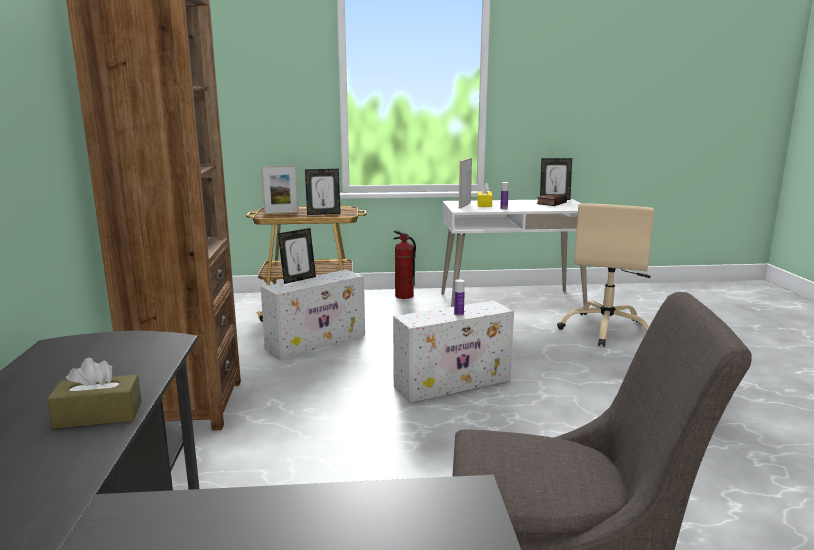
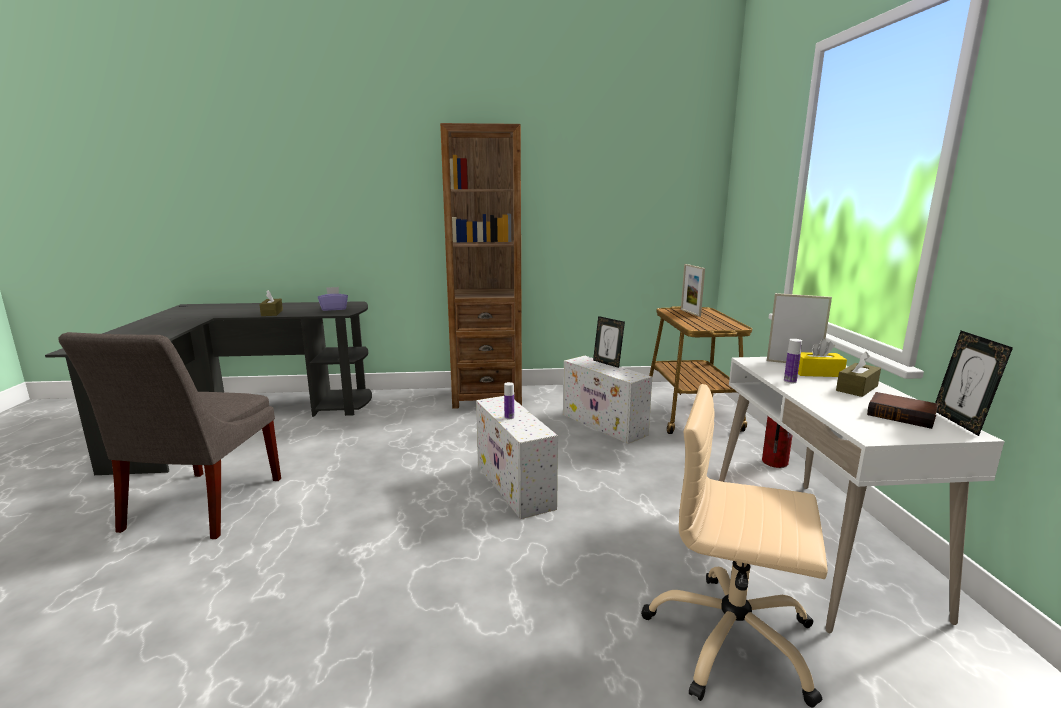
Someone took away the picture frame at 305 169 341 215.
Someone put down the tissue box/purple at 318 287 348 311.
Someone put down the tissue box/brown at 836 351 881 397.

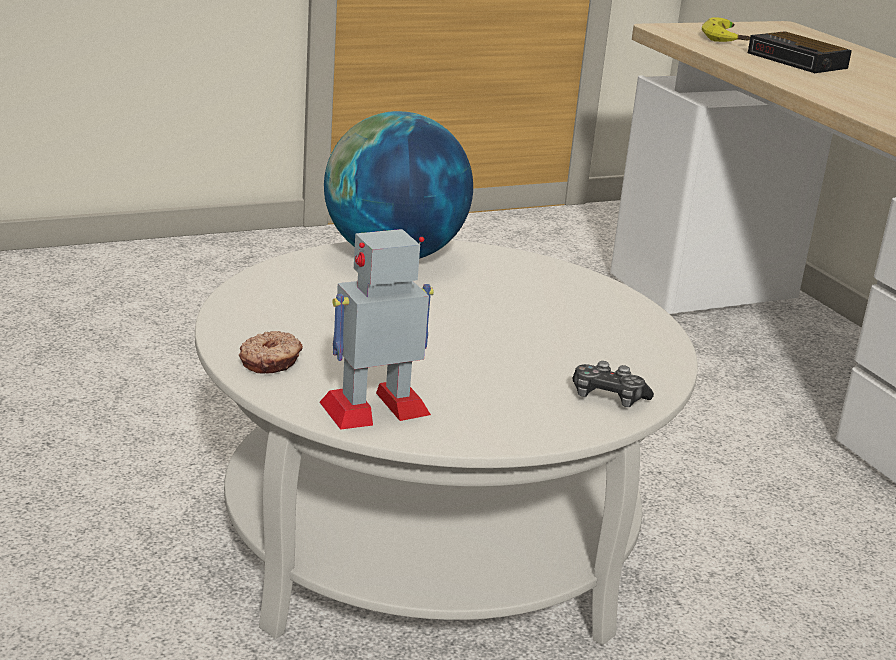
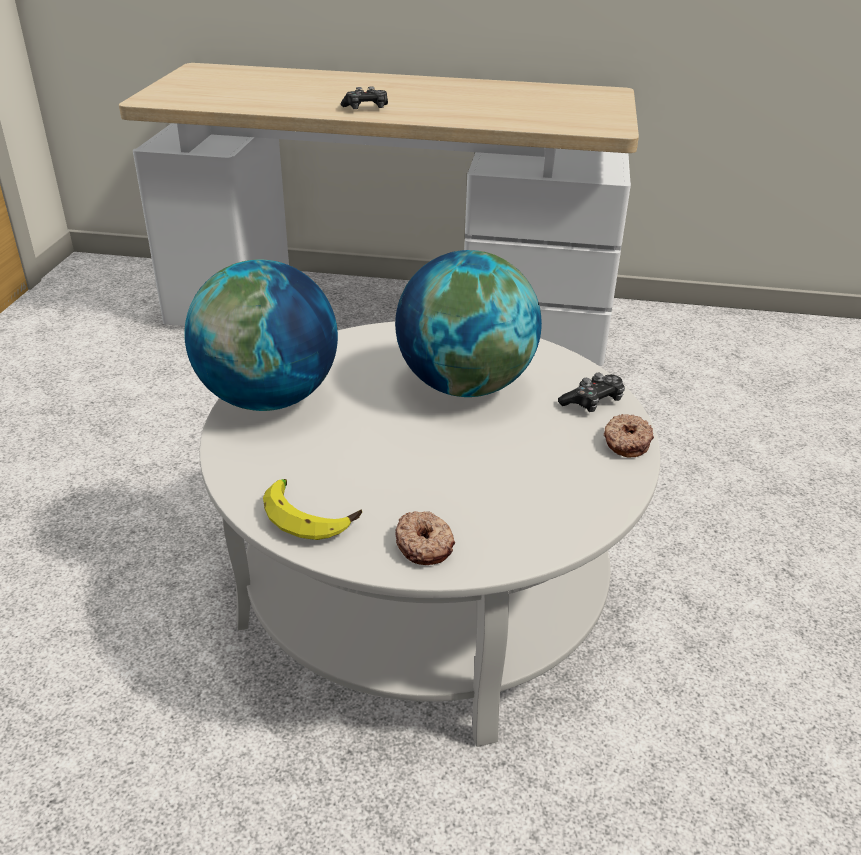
Someone took away the toy robot at 319 229 434 430.
Someone took away the alarm clock at 748 32 852 73.
Someone put down the game controller at 341 87 388 109.
Someone put down the globe at 395 250 542 397.
Someone put down the donut at 604 414 654 458.
Someone carried the banana from 702 17 750 42 to 263 479 362 540.

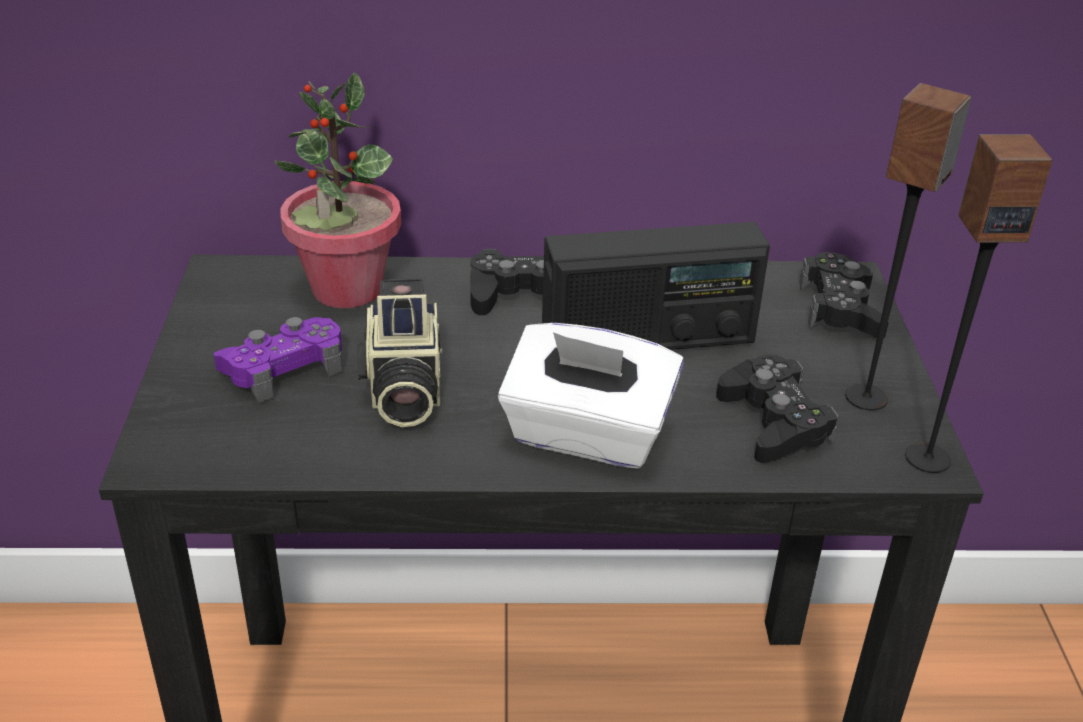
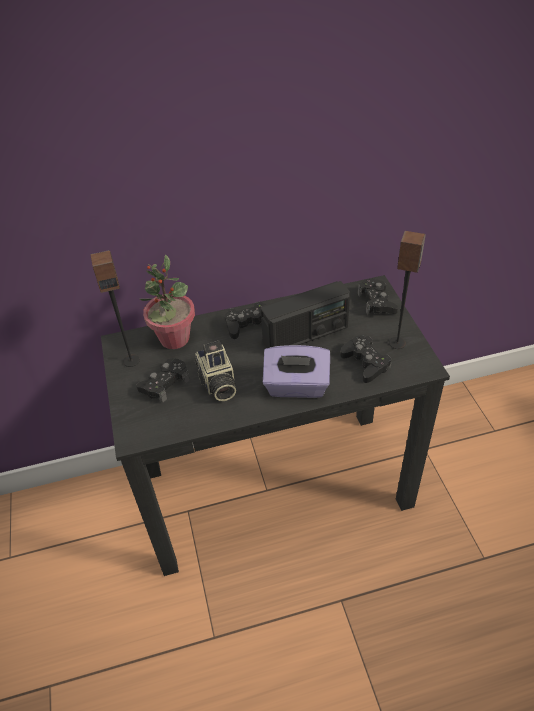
Someone carried the speaker from 905 134 1052 473 to 90 250 140 367.
Someone repainted the game controller/purple at 214 317 342 403, which became the game controller/black at 136 358 190 403.
Someone repainted the tissue box/white at 498 323 684 469, which became the tissue box/purple at 263 345 330 398.

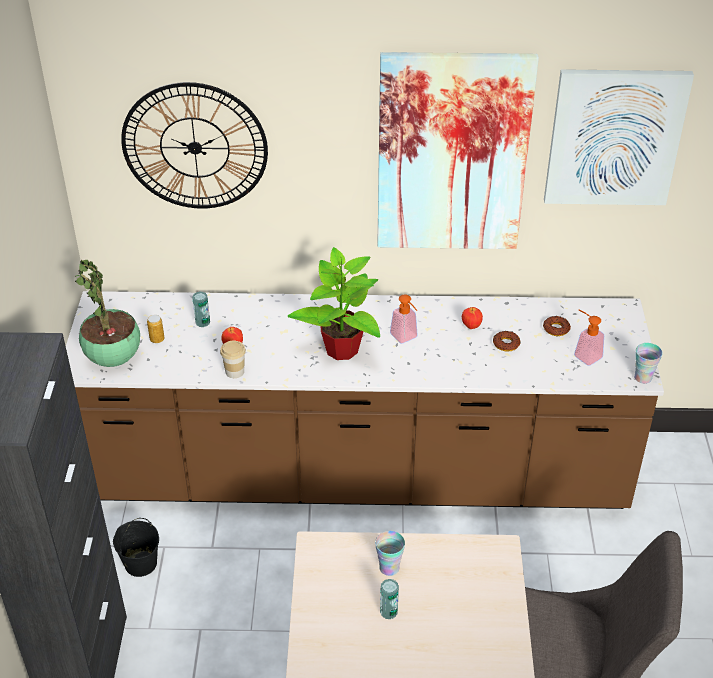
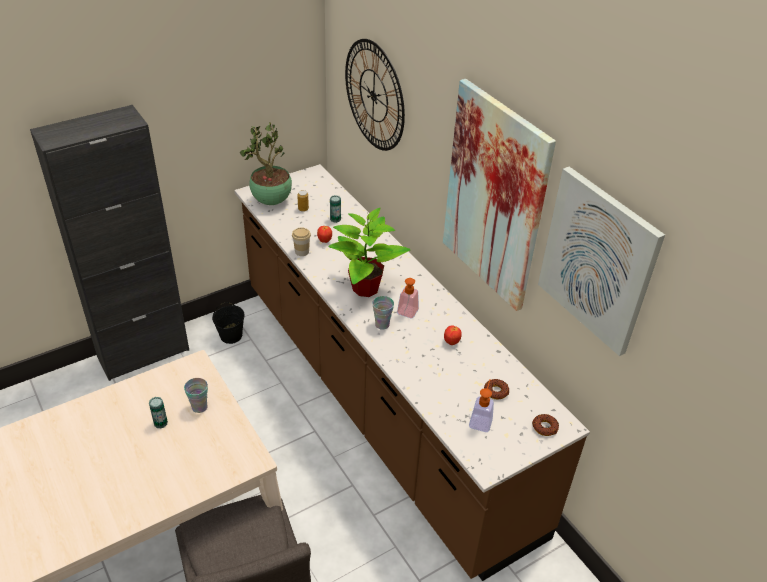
Someone carried the donut from 493 331 521 352 to 532 414 559 436.
Someone carried the cup from 634 343 663 384 to 373 296 394 330.

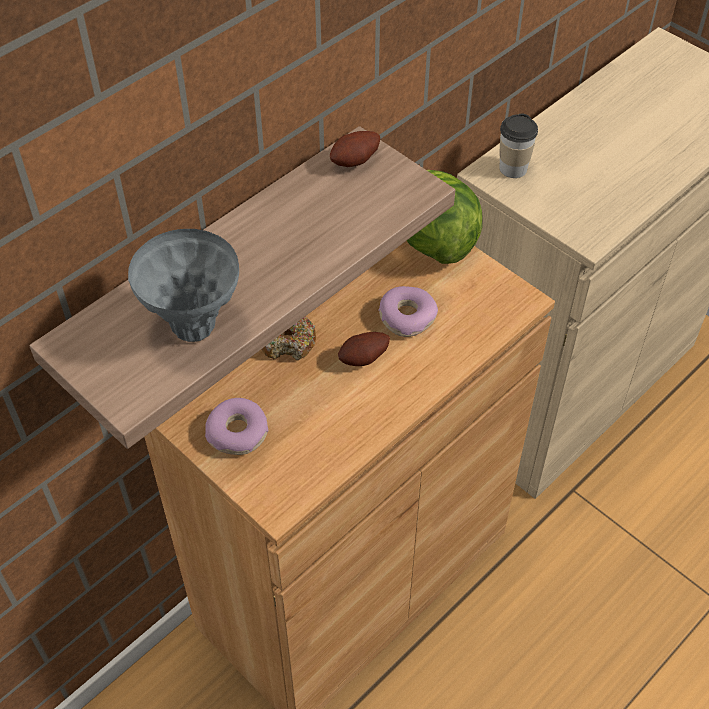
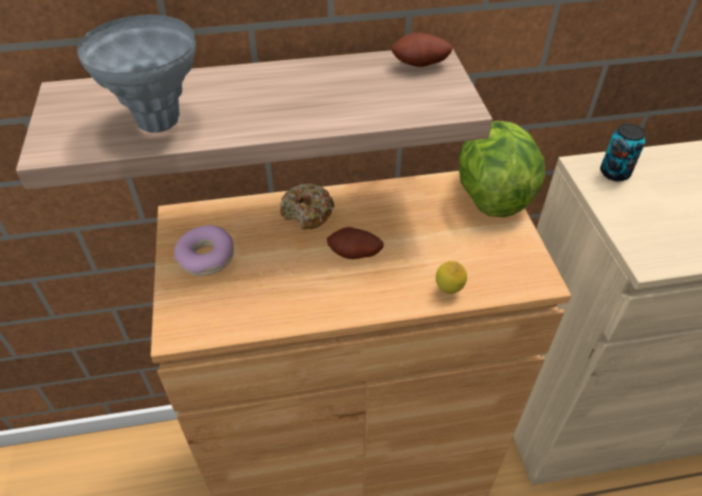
Someone took away the donut at 379 286 438 337.
Someone put down the lemon at 436 261 467 294.
Someone swapped the cup at 499 113 538 178 for the can at 600 124 646 181.

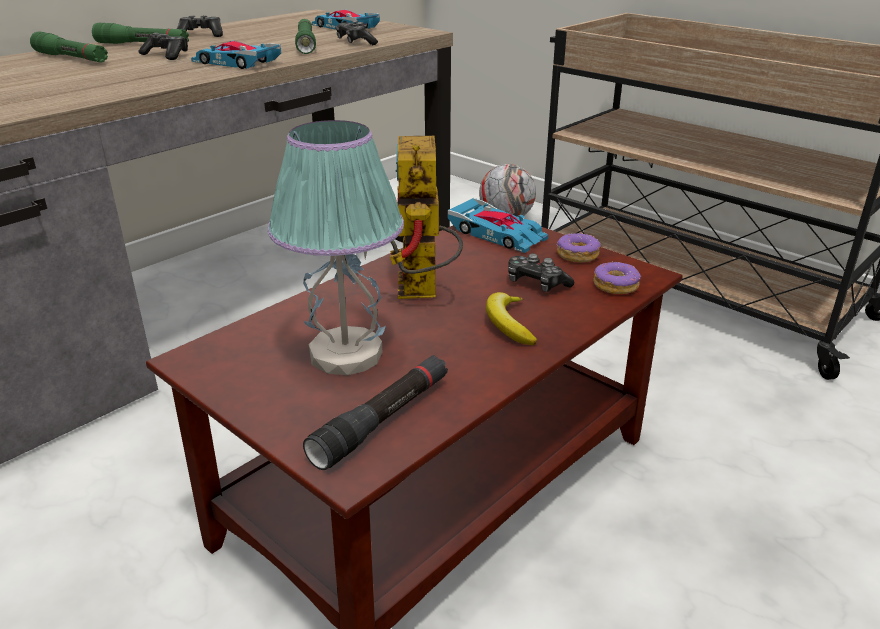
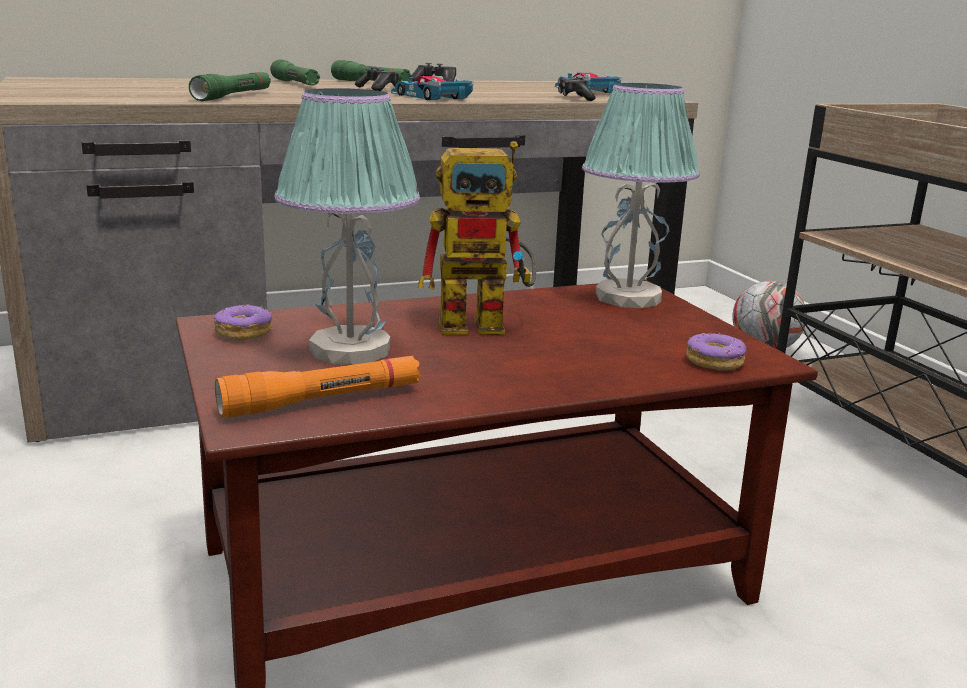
Someone took away the banana at 486 292 537 345.
Someone took away the game controller at 508 253 574 292.
Someone carried the flashlight/green from 295 19 316 54 to 189 72 271 101.
Someone carried the donut from 556 232 601 263 to 214 304 272 341.
Someone swapped the toy car at 448 198 549 253 for the table lamp at 582 83 700 308.
Someone repainted the flashlight/black at 303 355 448 470, which became the flashlight/orange at 215 356 421 418.
Someone rotated the toy robot at 390 136 463 299 by 120 degrees counterclockwise.

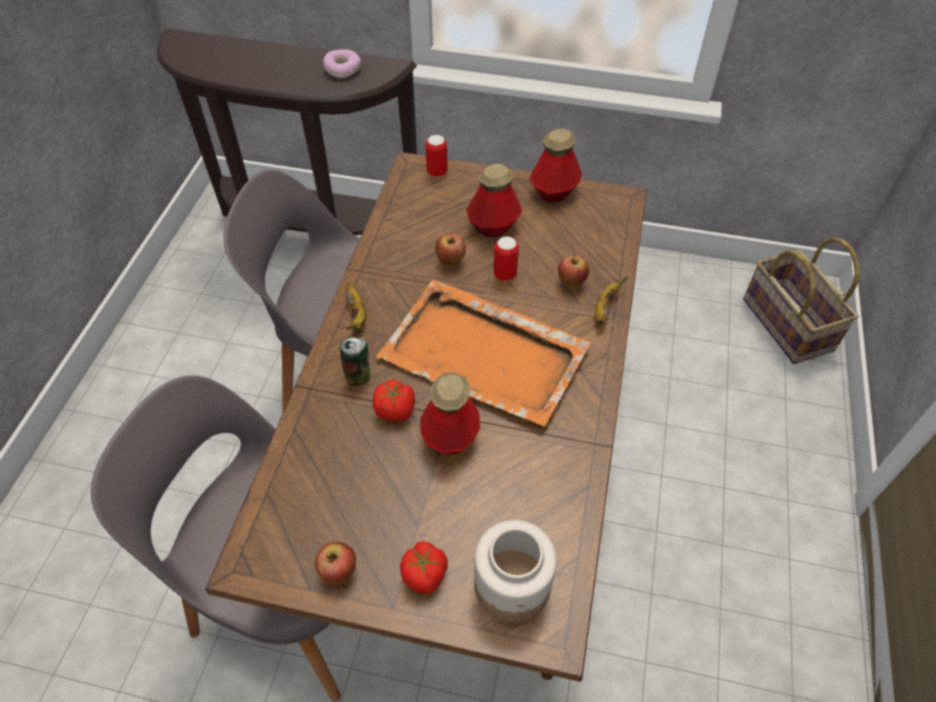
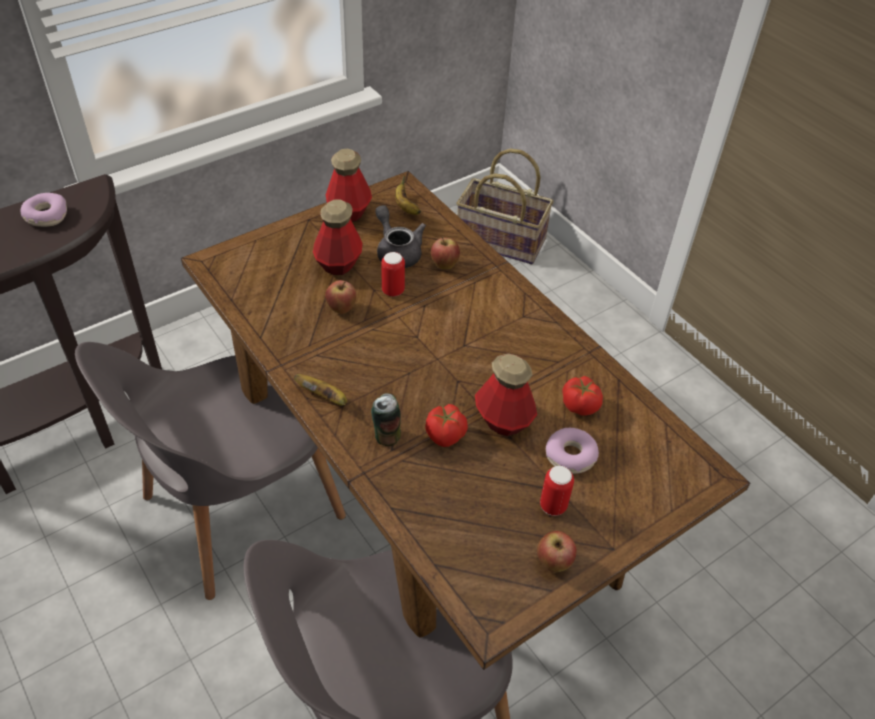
Someone took away the tray/orange at 377 280 591 426.
Someone took away the jar at 474 520 557 623.
Someone put down the teapot/grey at 375 205 426 268.
Someone put down the donut at 546 428 599 474.
Someone carried the tomato from 400 541 448 594 to 562 376 603 416.
Someone carried the can from 425 135 448 177 to 540 466 574 516.
Someone carried the banana from 595 276 628 324 to 395 175 421 215.

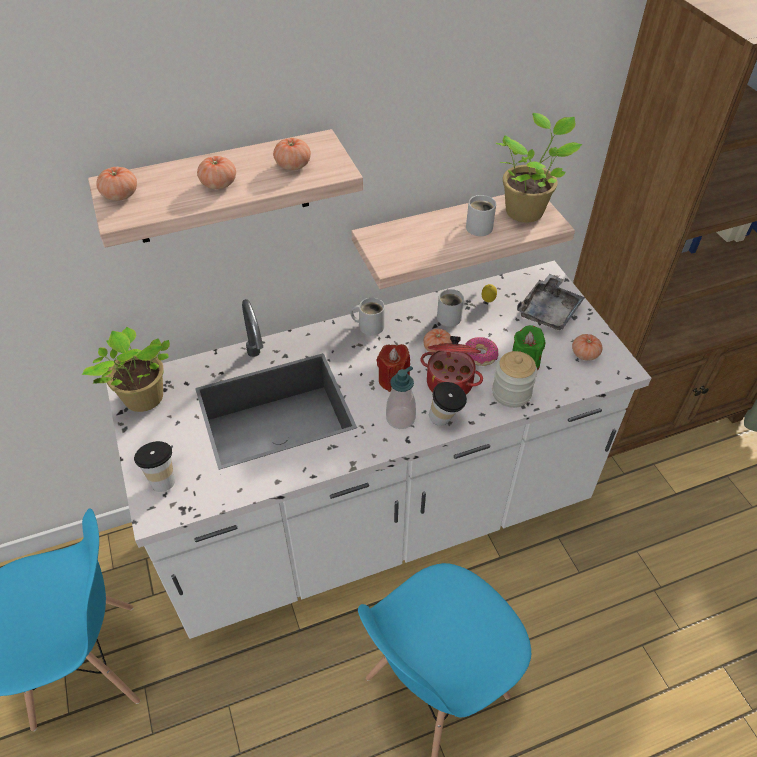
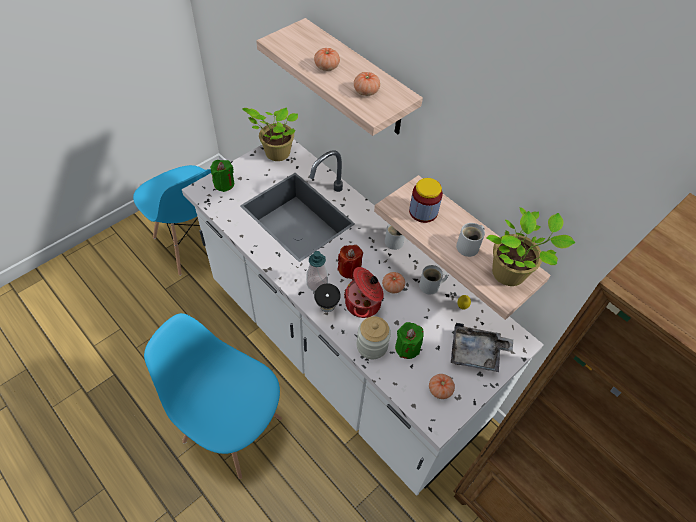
Someone took away the tomato at 96 167 137 201.
Someone took away the donut at 465 337 498 366.
Someone put down the jar at 409 178 443 223.
Someone swapped the cup at 134 441 175 492 for the candle/green at 210 160 234 192.

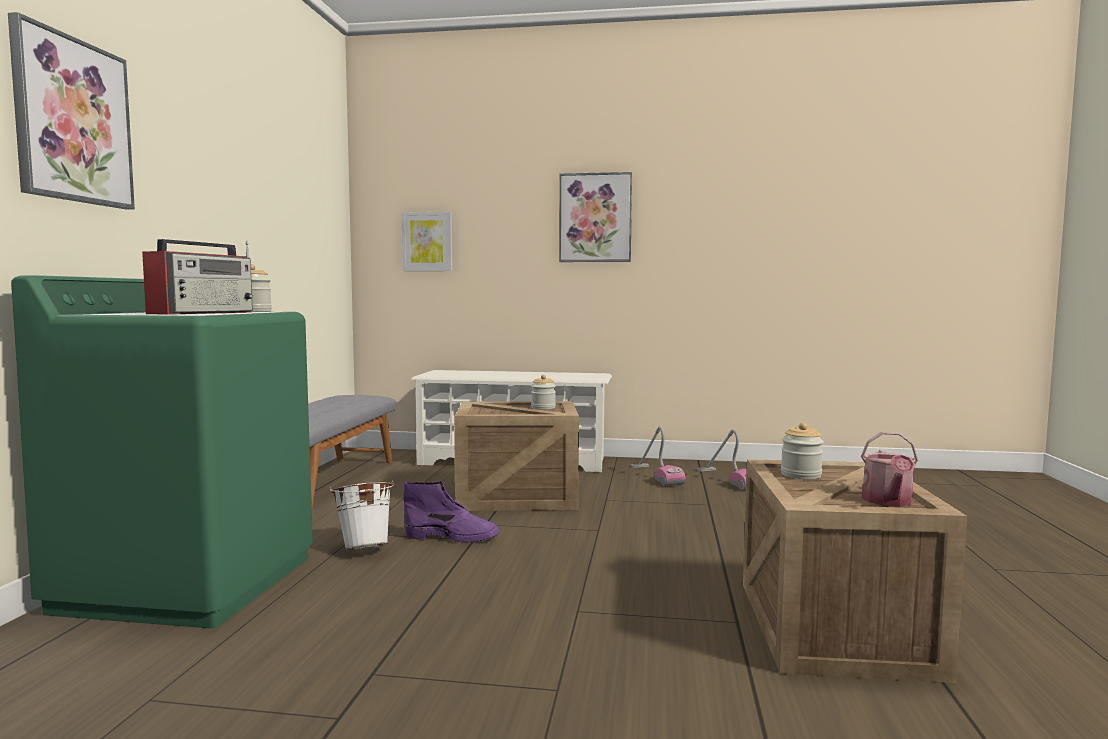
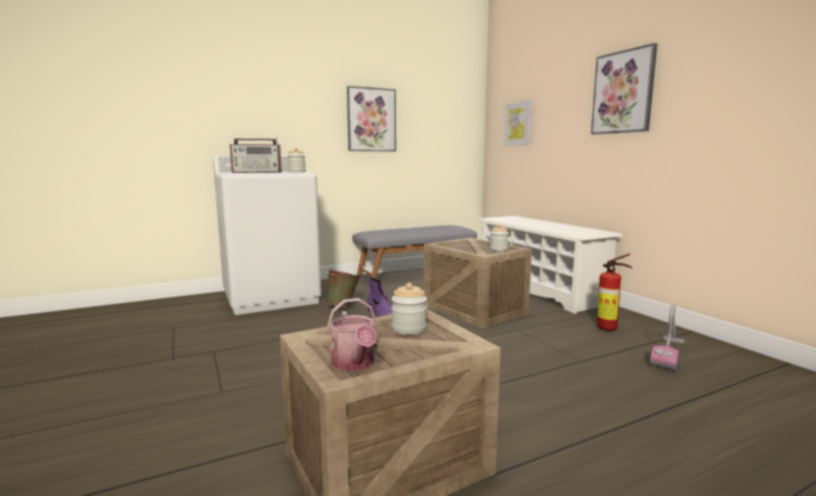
Someone carried the picture from 8 12 135 210 to 347 86 396 152.
Someone swapped the vacuum cleaner at 630 426 686 486 for the fire extinguisher at 597 253 632 331.
Someone repainted the washing machine/green at 11 275 313 628, which became the washing machine/white at 213 156 321 315.
Someone repainted the bucket/white at 330 480 395 550, which became the bucket/green at 326 269 360 308.
Someone rotated the watering can at 861 432 918 507 by 90 degrees counterclockwise.

